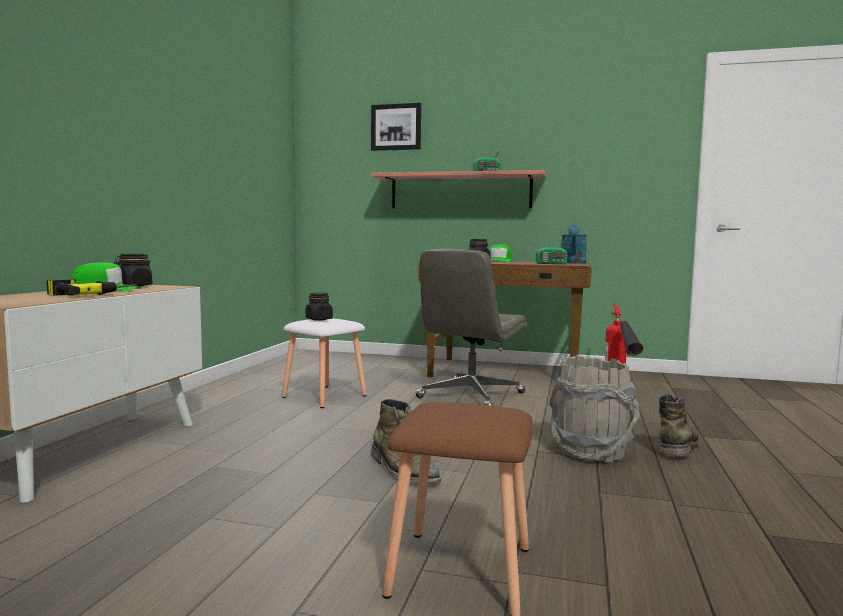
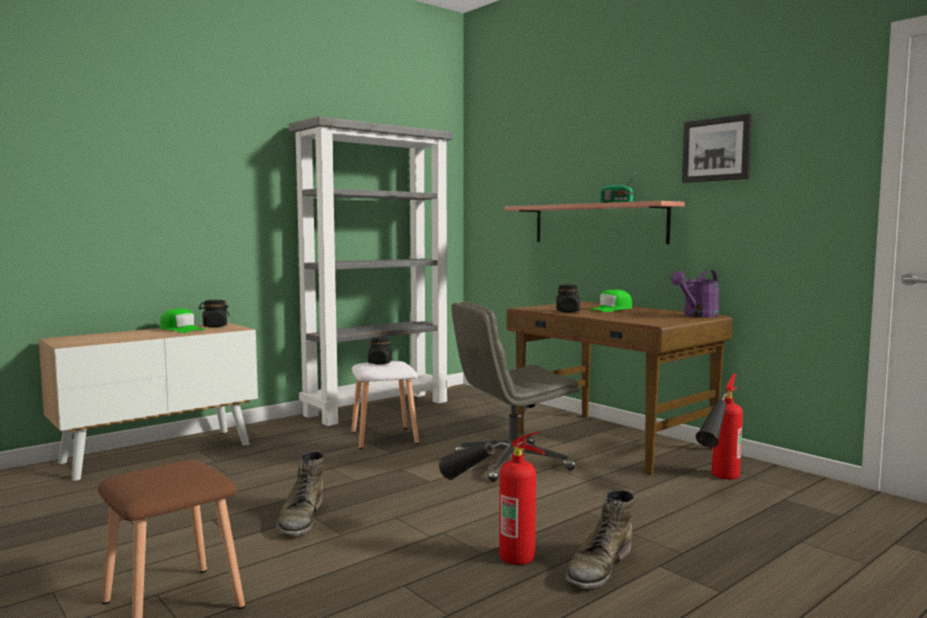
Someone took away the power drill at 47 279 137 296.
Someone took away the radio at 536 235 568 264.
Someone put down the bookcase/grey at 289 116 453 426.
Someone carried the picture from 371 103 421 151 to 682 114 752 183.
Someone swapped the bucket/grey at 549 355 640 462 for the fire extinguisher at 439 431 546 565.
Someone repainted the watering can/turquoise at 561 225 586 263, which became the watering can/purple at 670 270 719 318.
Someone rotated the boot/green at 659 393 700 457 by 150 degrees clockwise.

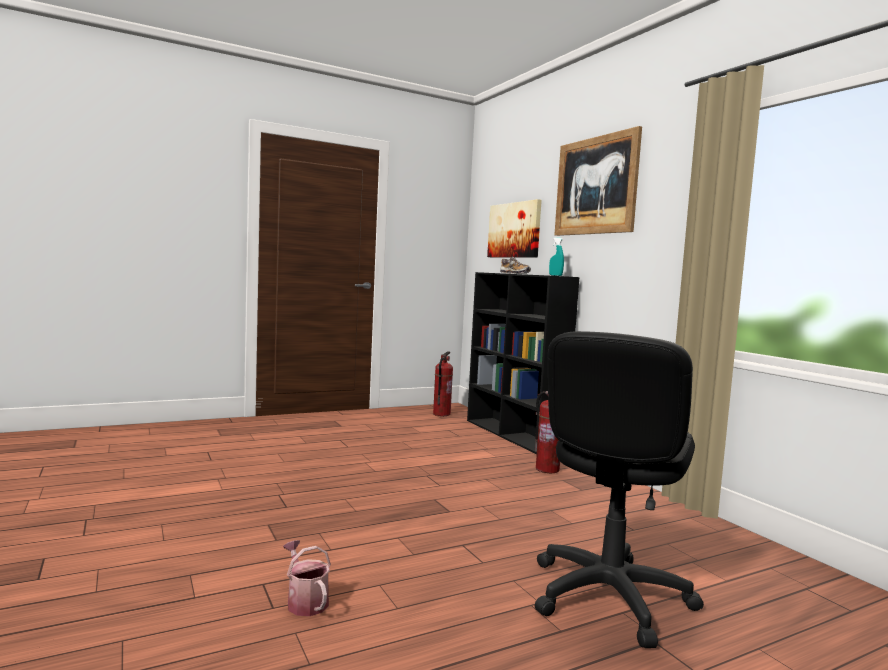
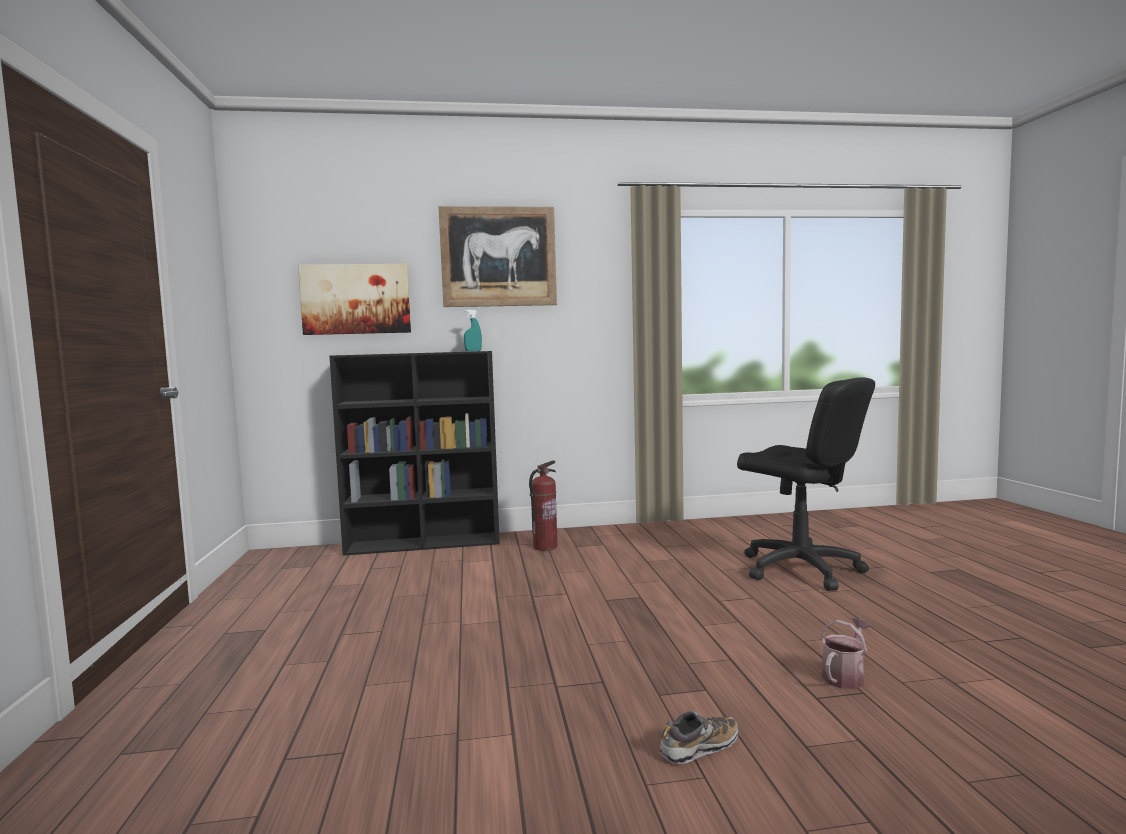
Someone took away the fire extinguisher at 433 351 453 416.
Someone carried the shoe from 500 257 531 274 to 660 711 738 764.
Someone rotated the watering can at 283 540 331 616 by 150 degrees clockwise.

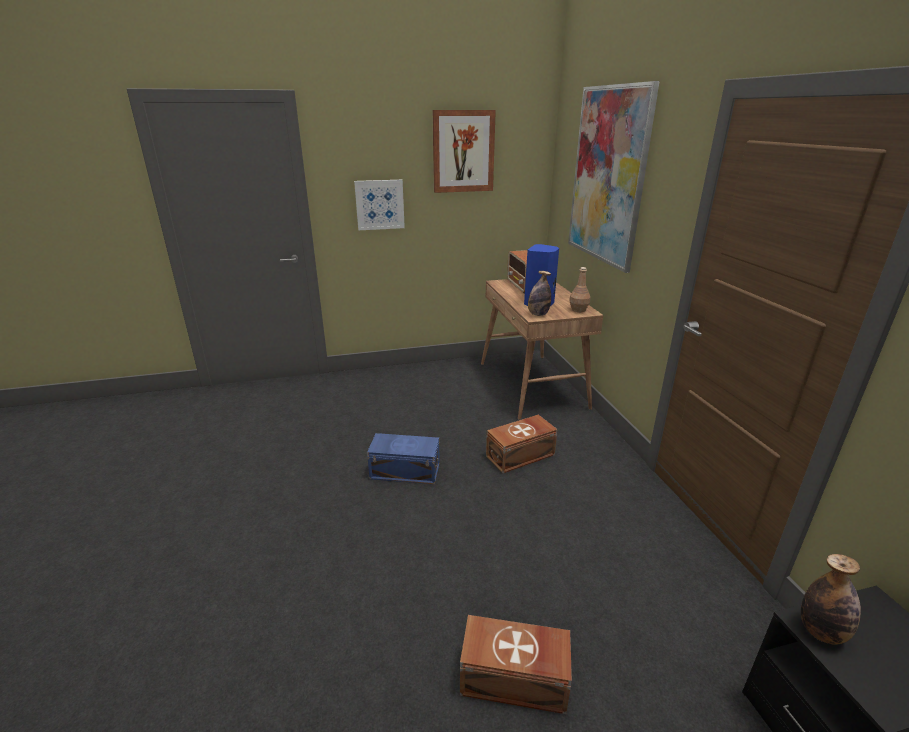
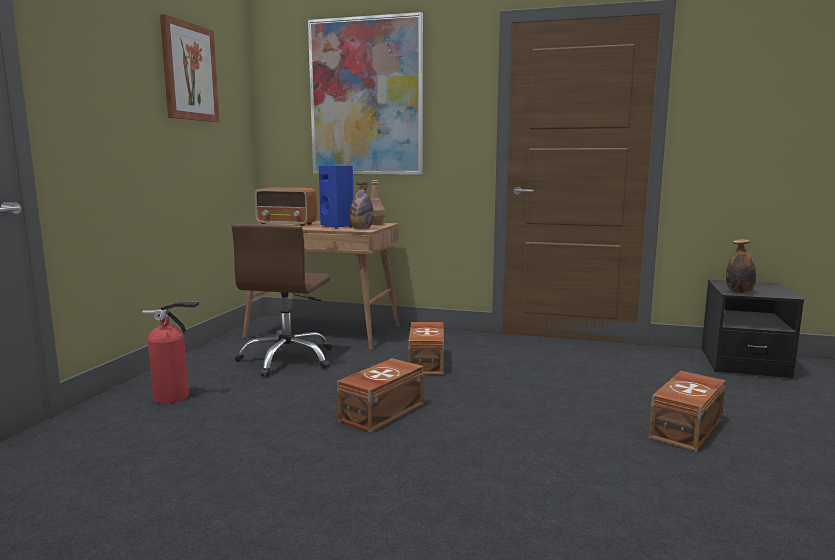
Someone took away the picture at 354 180 405 230.
Someone put down the fire extinguisher at 142 302 199 403.
Someone put down the office chair/brown at 231 224 332 377.
Someone repainted the storage box/blue at 367 433 440 484, which became the storage box/brown at 337 358 423 433.

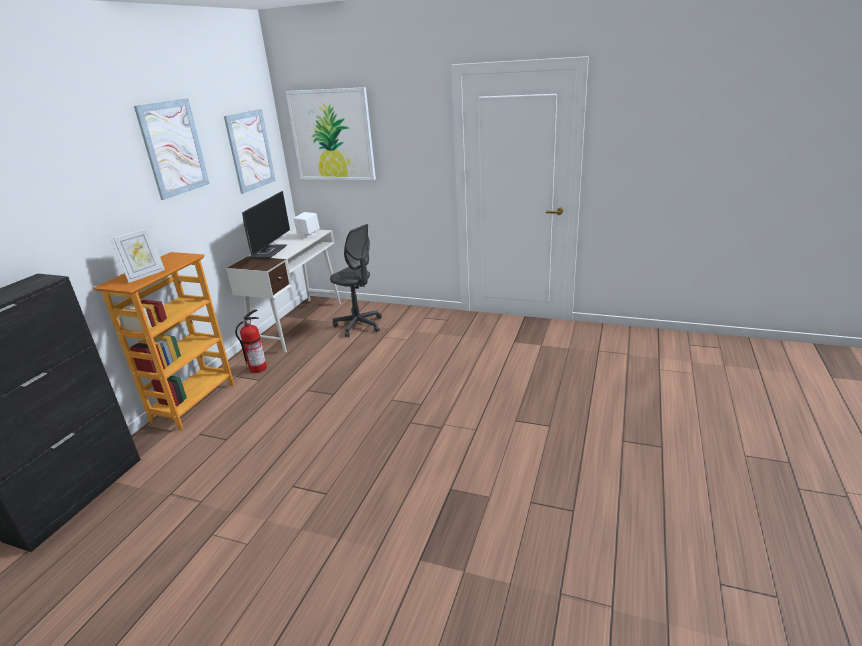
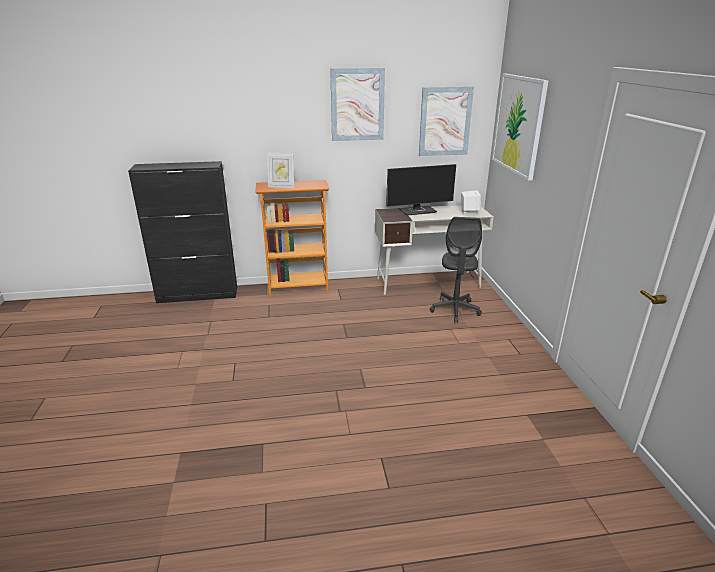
Someone took away the fire extinguisher at 235 309 267 373.

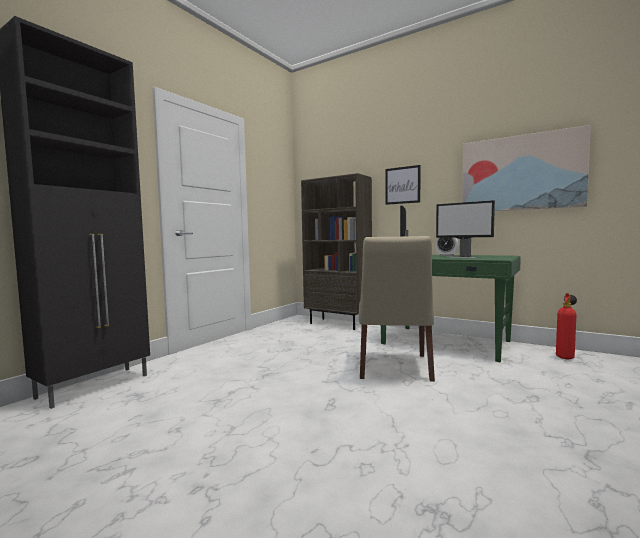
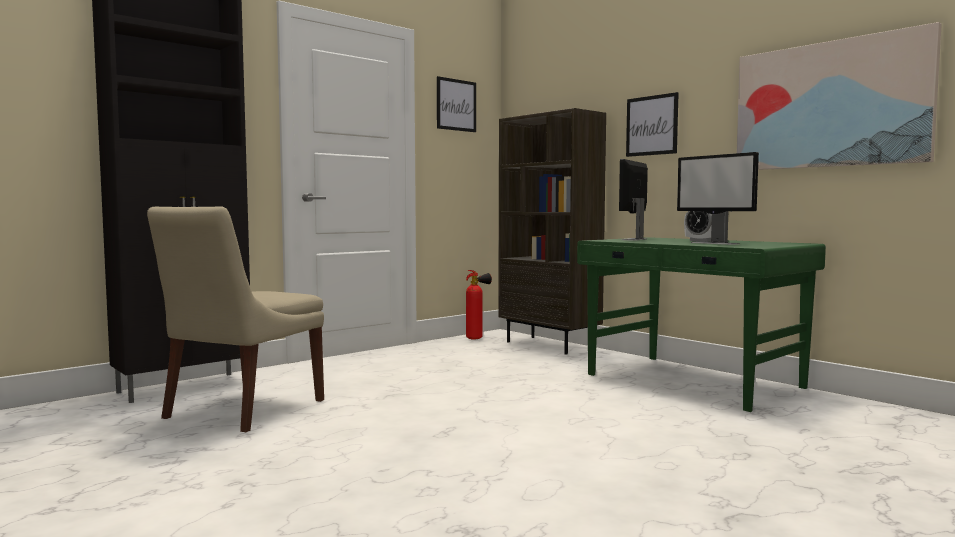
Someone put up the picture at 437 76 476 132.
Someone carried the chair/beige from 359 236 435 382 to 147 207 324 432.
Someone carried the fire extinguisher from 556 293 577 359 to 466 270 492 340.

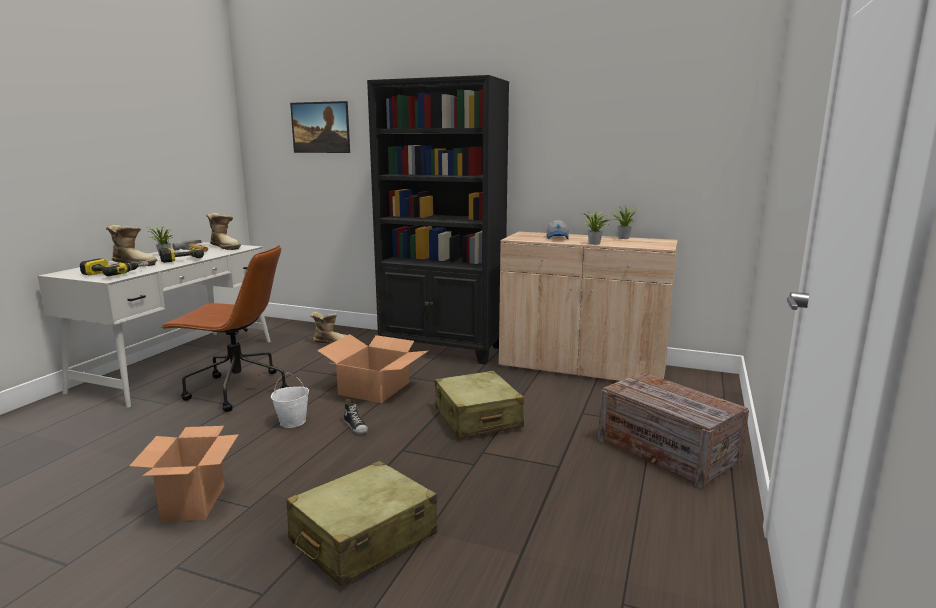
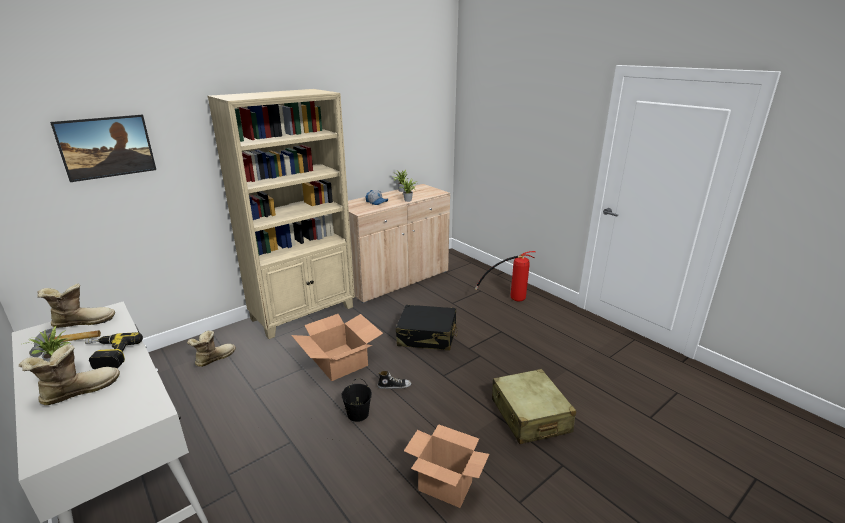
Someone took away the power drill at 80 258 149 277.
Someone took away the office chair/brown at 161 245 289 412.
Someone swapped the crate at 598 372 749 490 for the fire extinguisher at 475 251 535 301.
Someone repainted the bucket/white at 271 373 309 428, which became the bucket/black at 341 379 372 422.
Someone repainted the bookcase/black at 367 75 509 365, which became the bookcase/beige at 207 89 355 339.
Someone repainted the suitcase/beige at 435 371 524 438, which became the suitcase/black at 396 305 457 351.

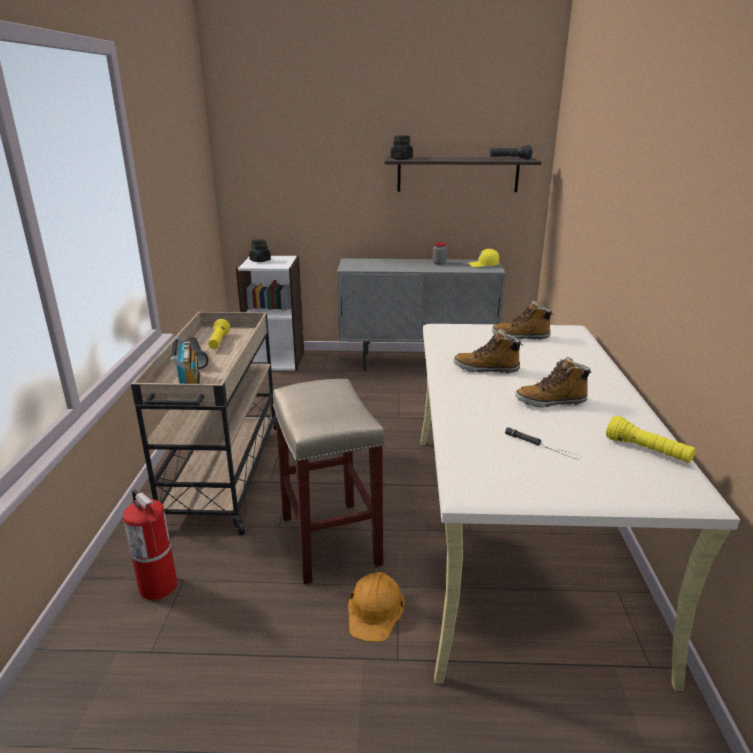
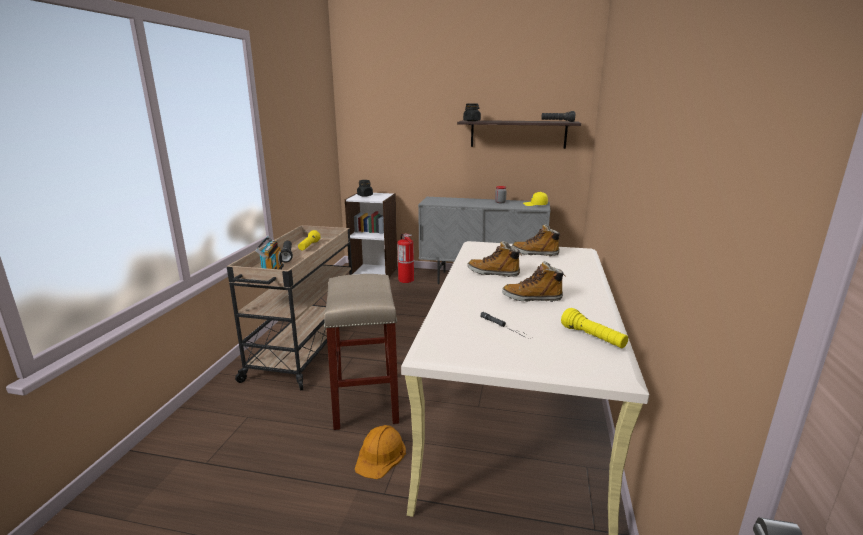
Someone carried the fire extinguisher from 123 490 177 600 to 397 233 414 283.

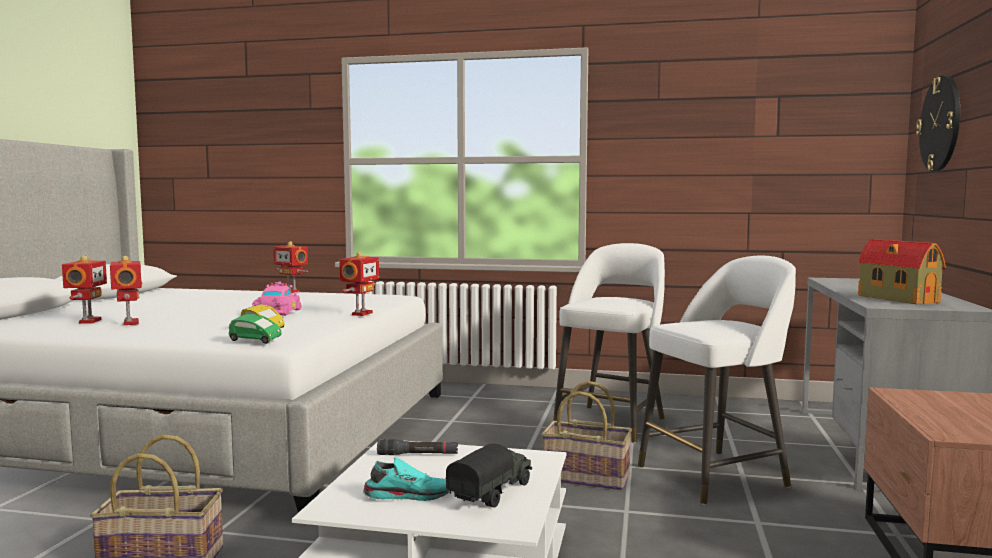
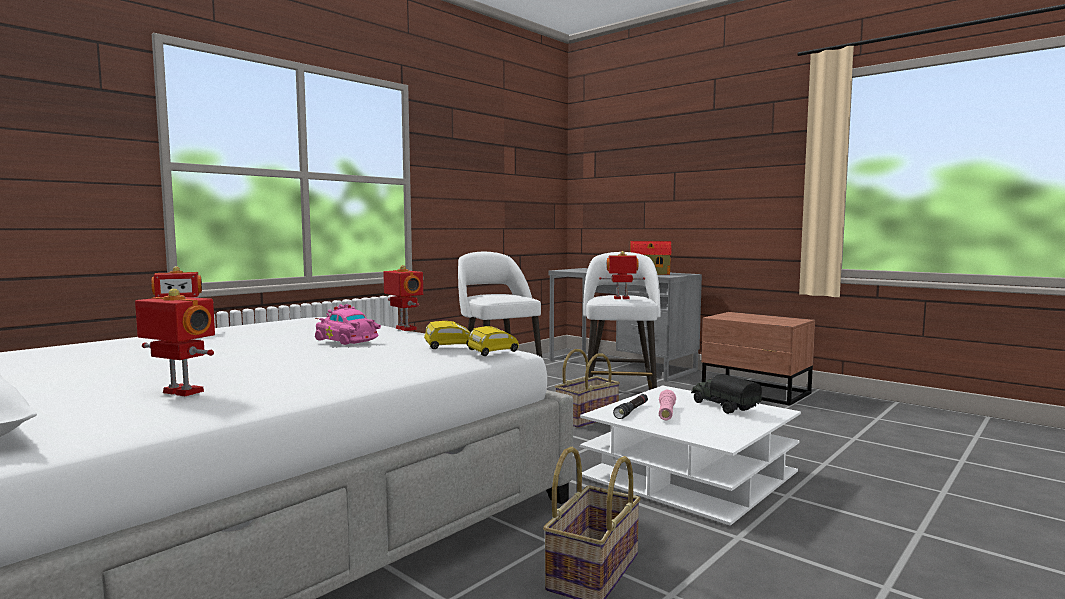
Someone took away the shoe/turquoise at 363 457 450 501.
Someone took away the wall clock at 916 75 960 171.
Someone put down the flashlight/pink at 659 389 676 420.
Someone carried the toy robot from 110 256 142 325 to 599 251 645 299.
Someone repainted the toy car/green at 229 314 282 344, which became the toy car/yellow at 468 326 519 356.

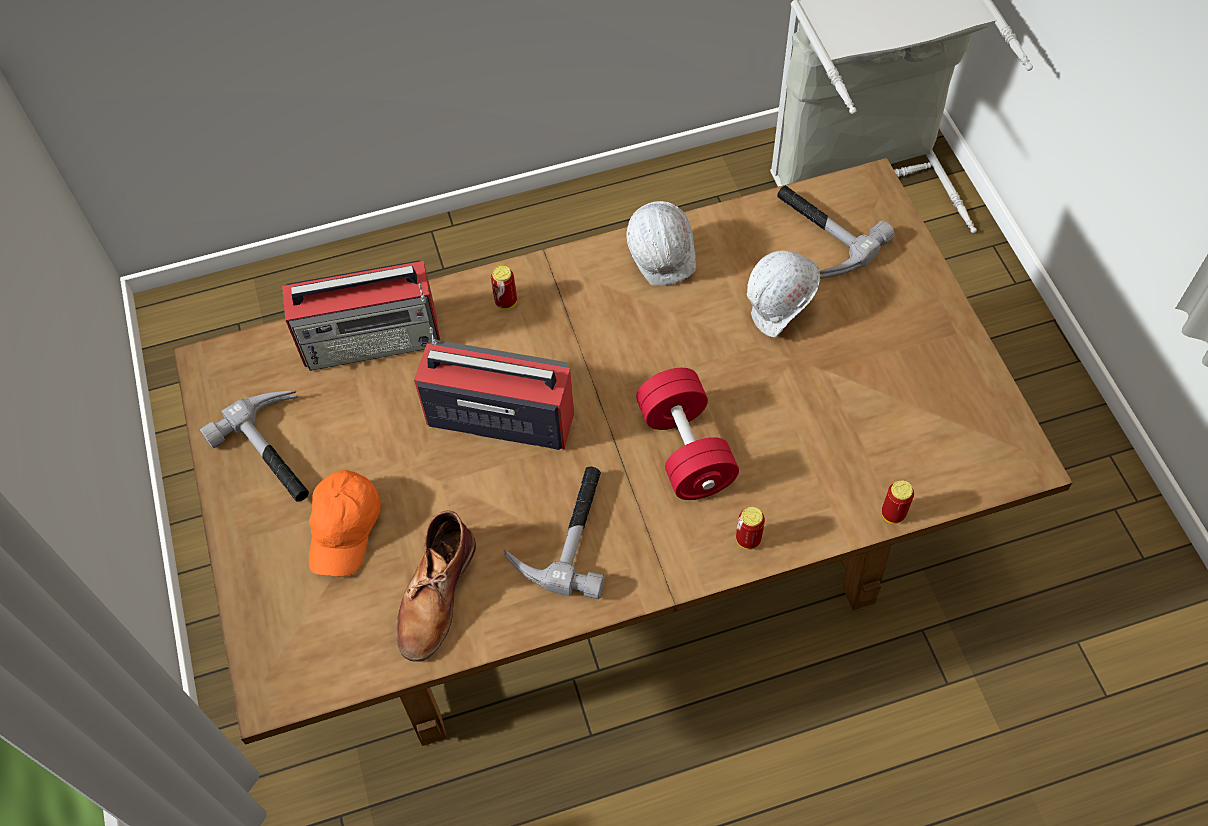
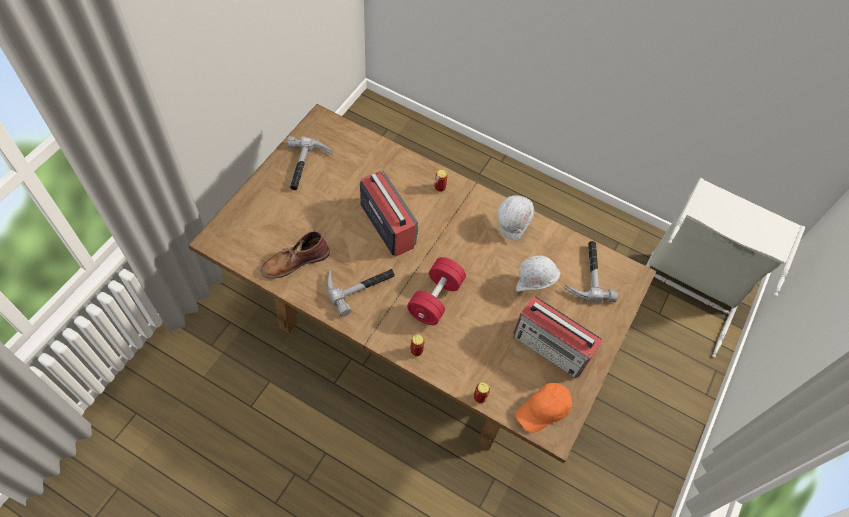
Someone carried the radio from 282 260 441 371 to 513 296 602 378.
Someone carried the cap/orange from 309 470 381 576 to 515 383 572 433.

